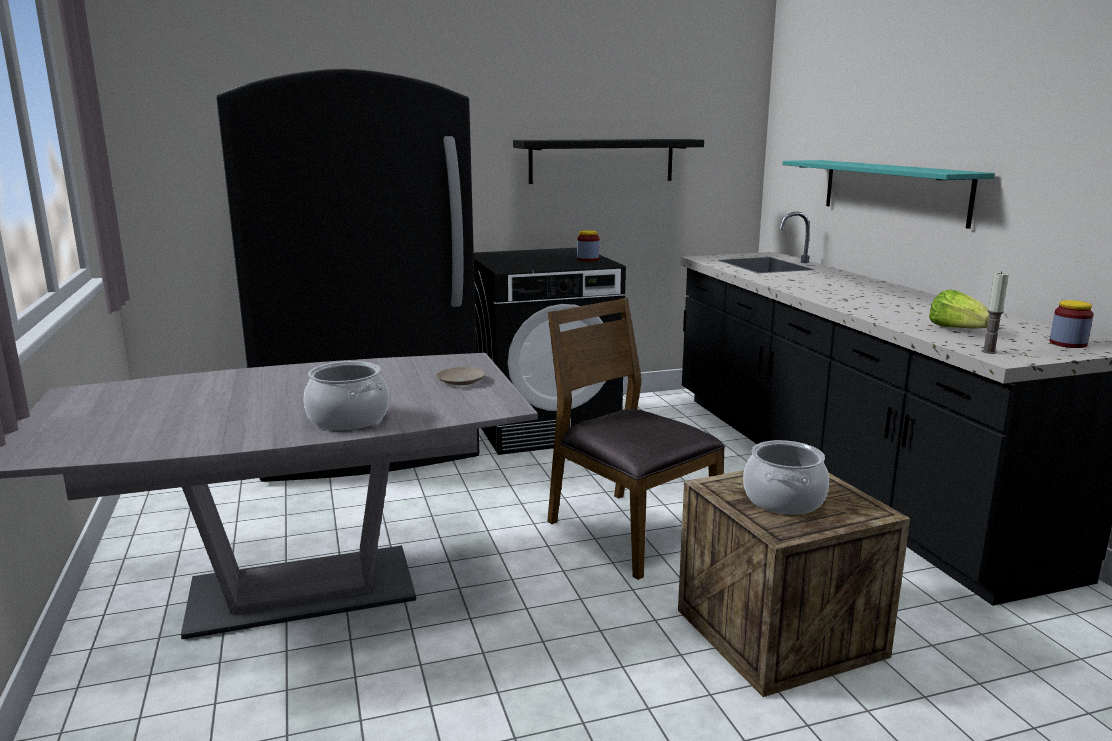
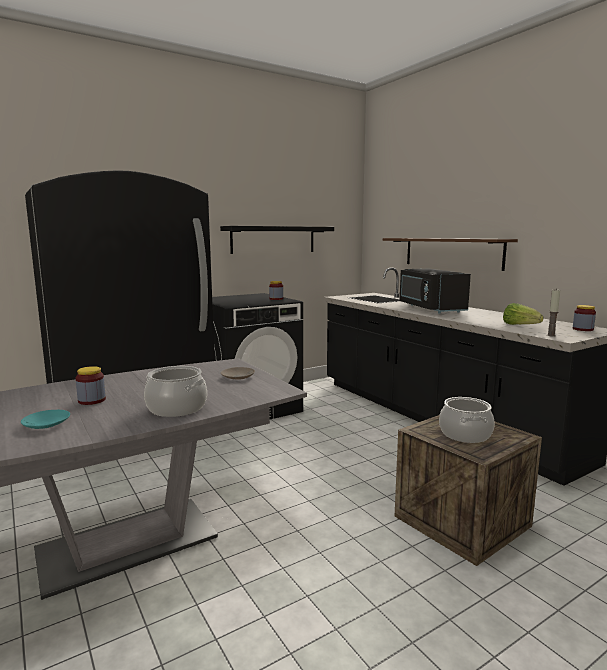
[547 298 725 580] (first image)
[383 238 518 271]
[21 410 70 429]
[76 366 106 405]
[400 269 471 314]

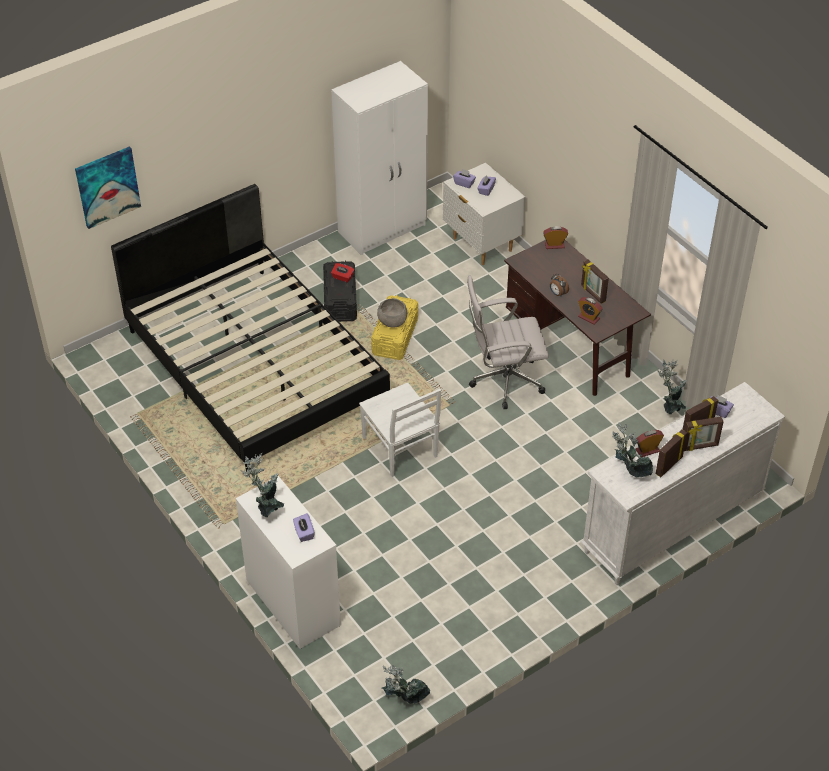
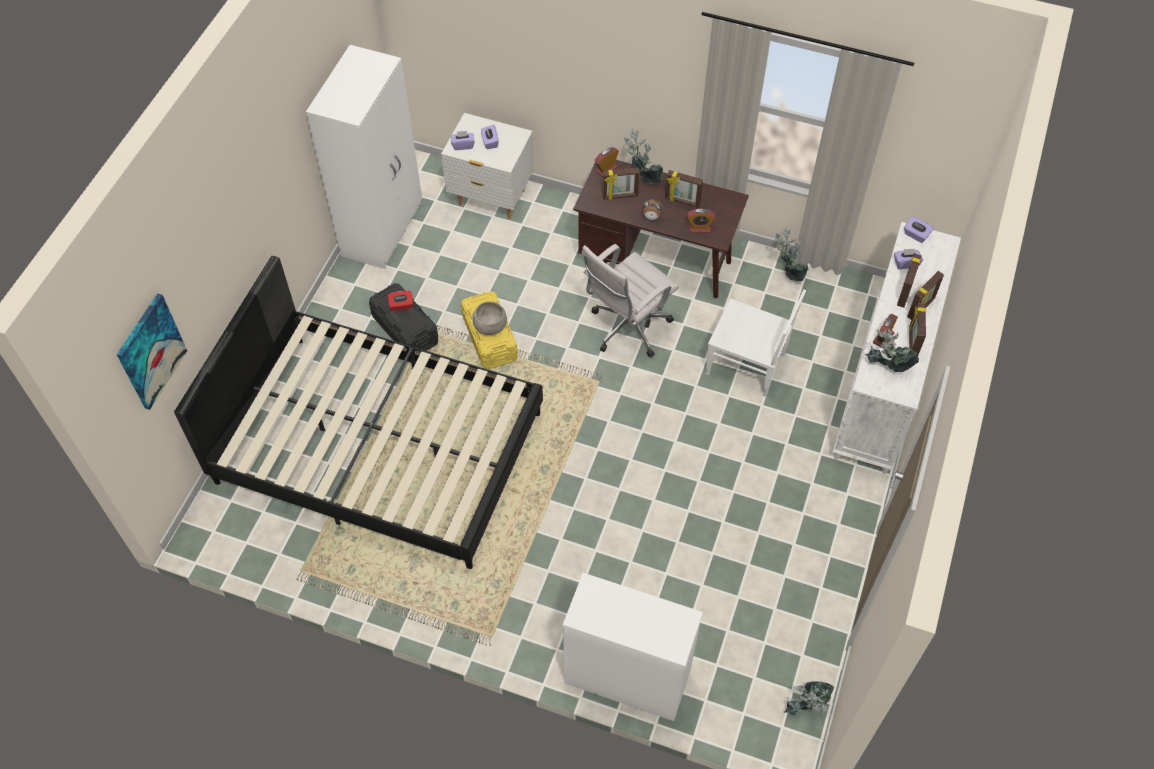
[624 128 663 184]
[904 216 934 243]
[706 290 806 397]
[602 168 639 200]

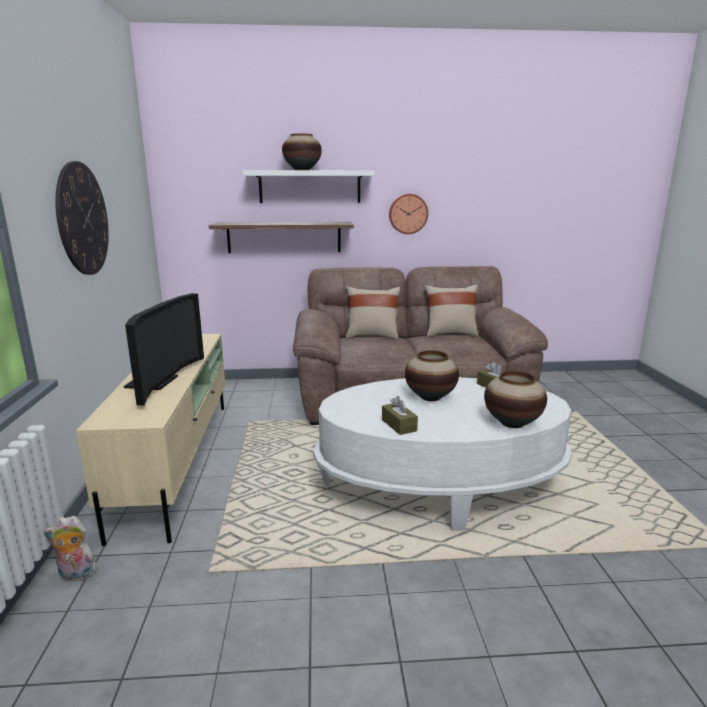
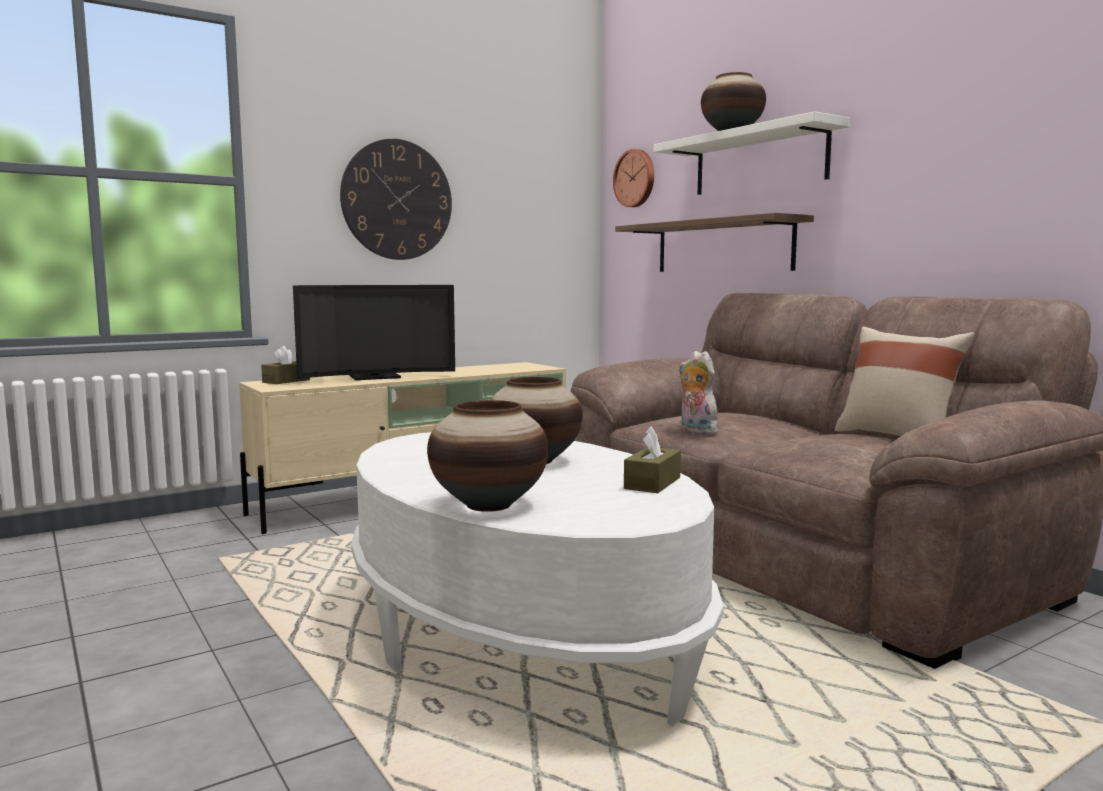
[679 351 718 434]
[346 286 400 339] (first image)
[261 346 310 384]
[613 149 654 207]

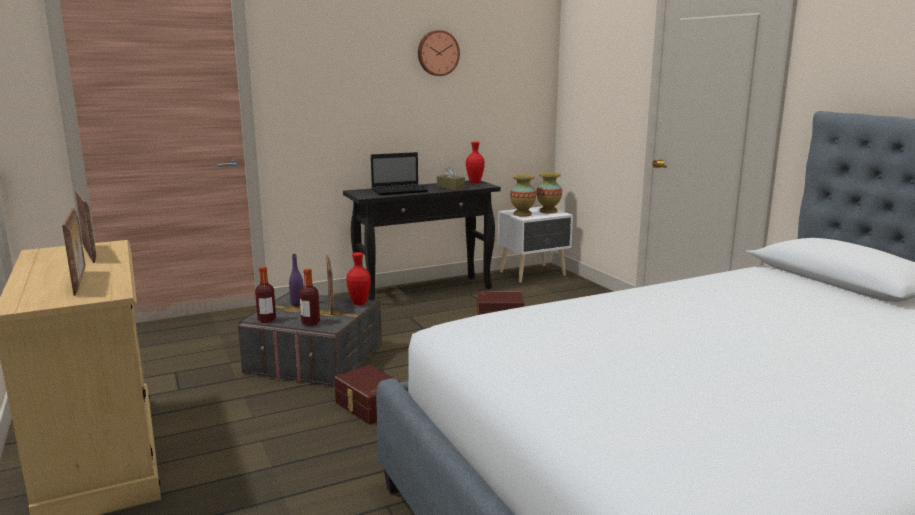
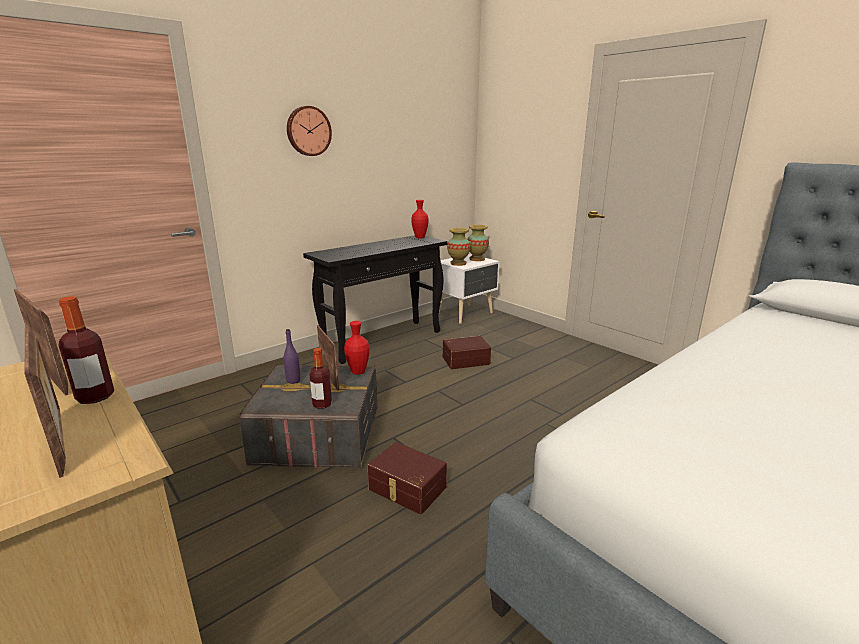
[58 296 115 404]
[371 152 428 195] (first image)
[287 106 332 156]
[437 166 465 190] (first image)

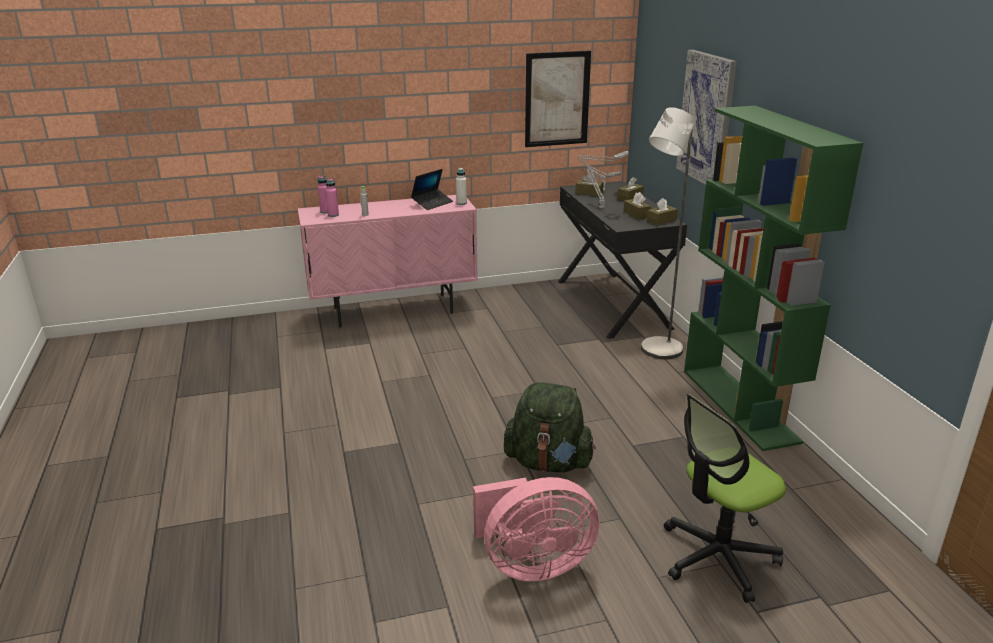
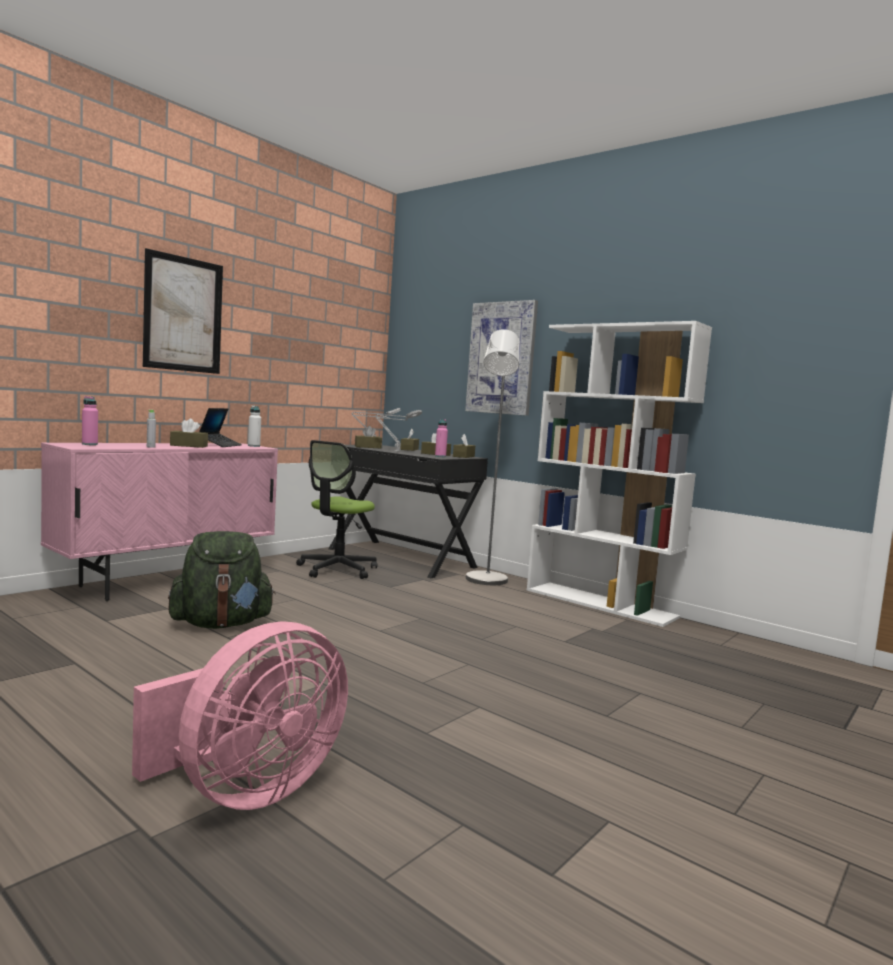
[435 419 448 457]
[132 621 348 810]
[168 531 276 629]
[143 248 223 374]
[296 440 377 579]
[527 321 712 627]
[170 419 208 448]

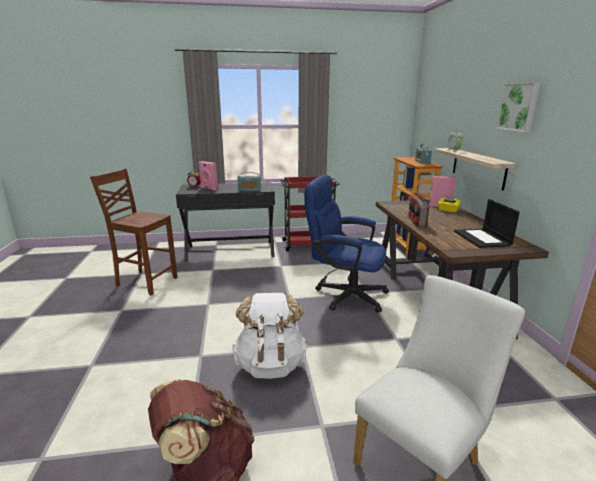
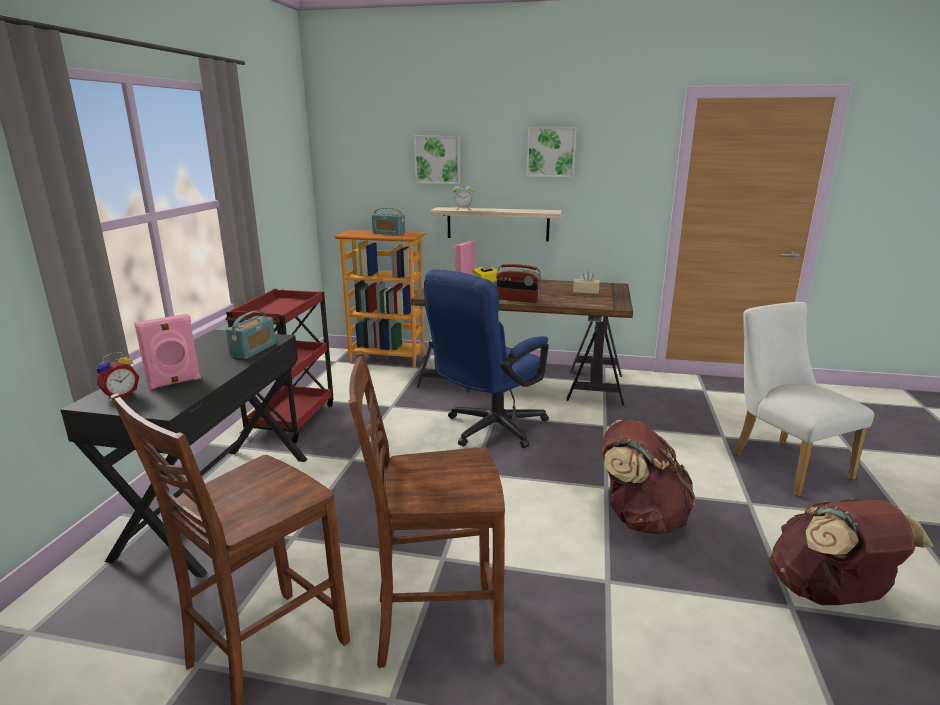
[602 420 695 534]
[573 271 600 294]
[348 352 505 668]
[414 136 460 184]

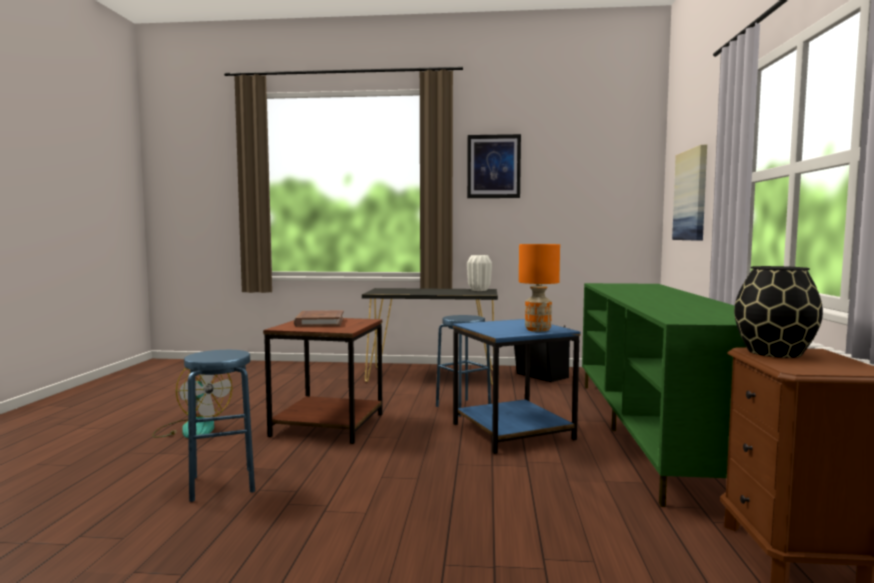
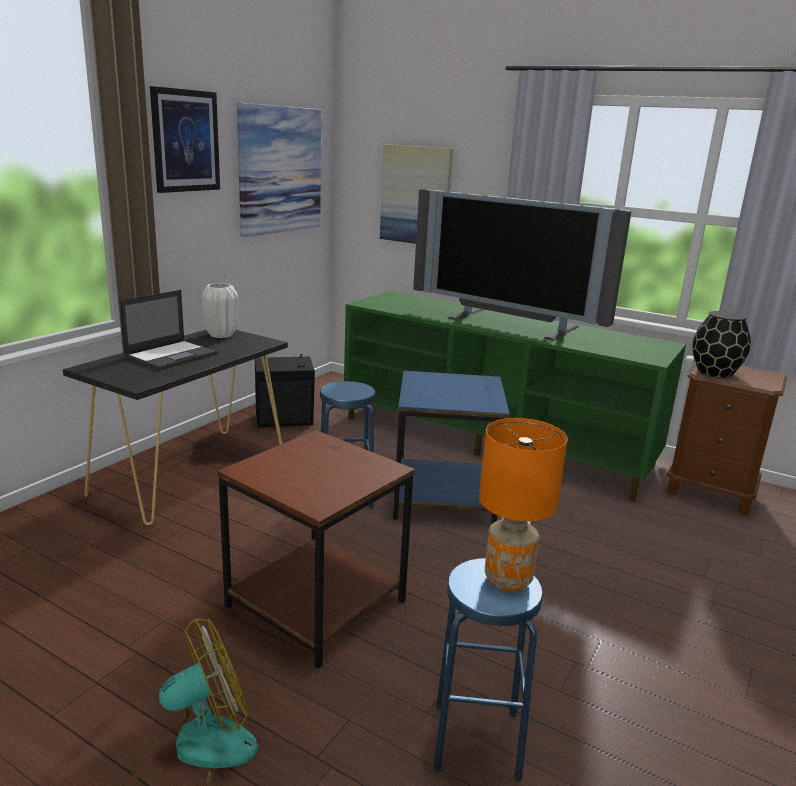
[294 310 344 327] (first image)
[479 418 568 592]
[119 290 218 370]
[237 102 321 237]
[413 189 631 341]

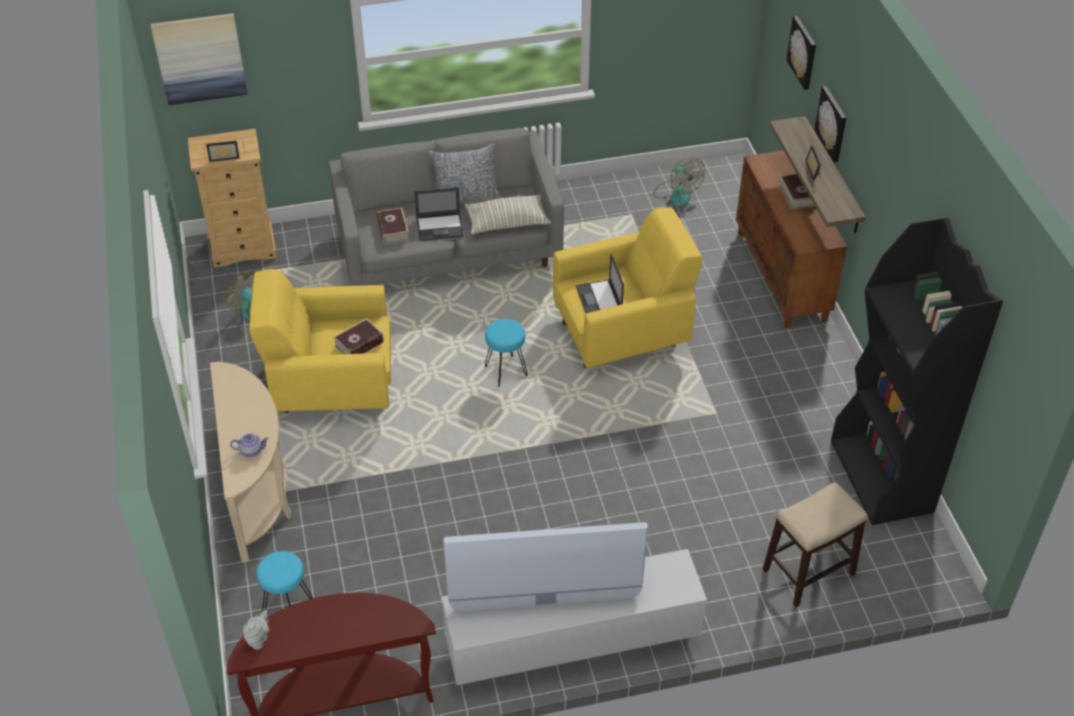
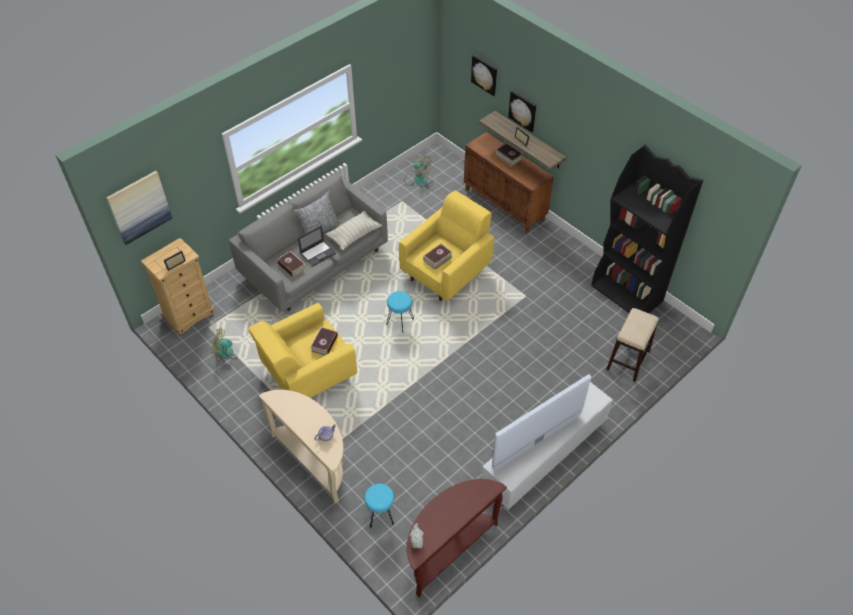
[423 244 453 270]

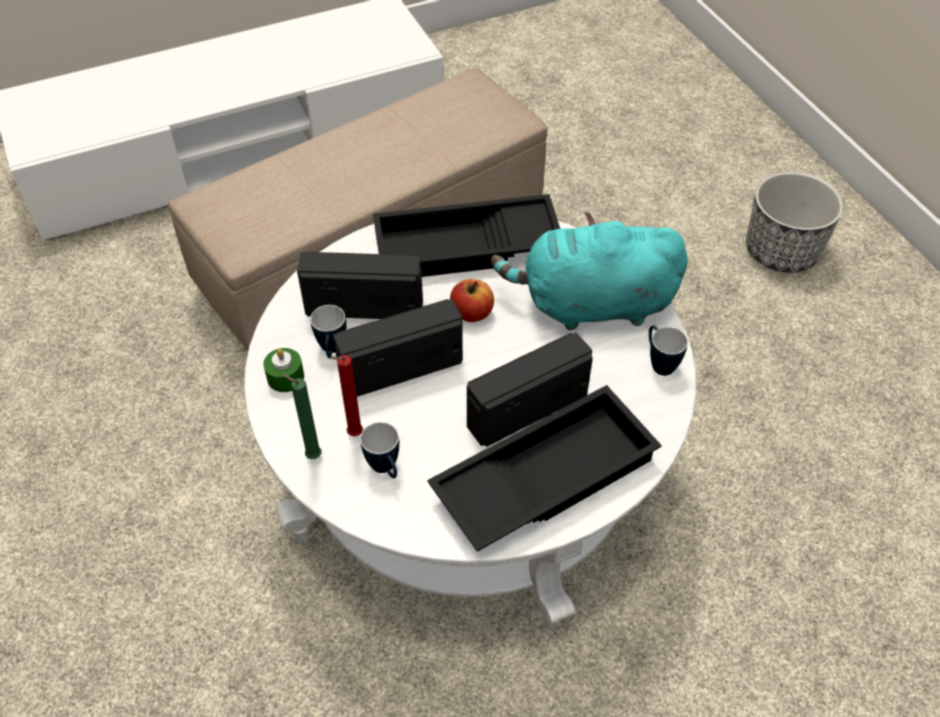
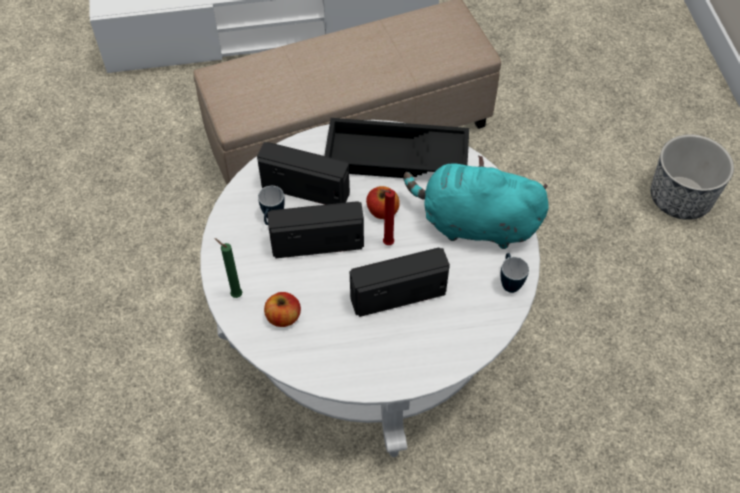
[263 348 304 392] (first image)
[381 189 395 245]
[264 292 301 327]
[427 385 662 552] (first image)

